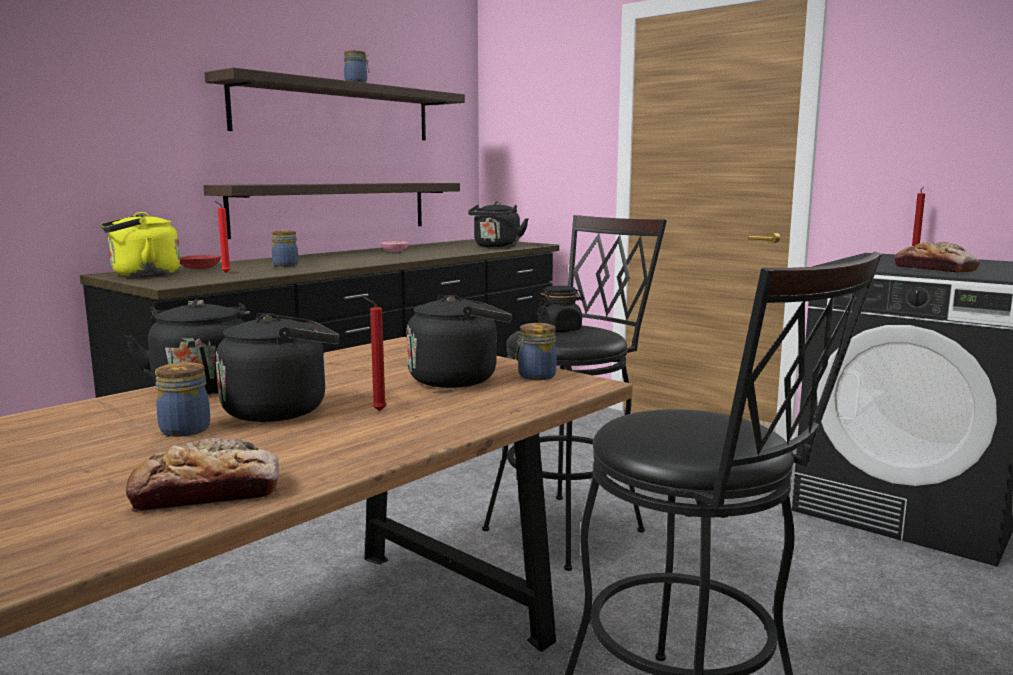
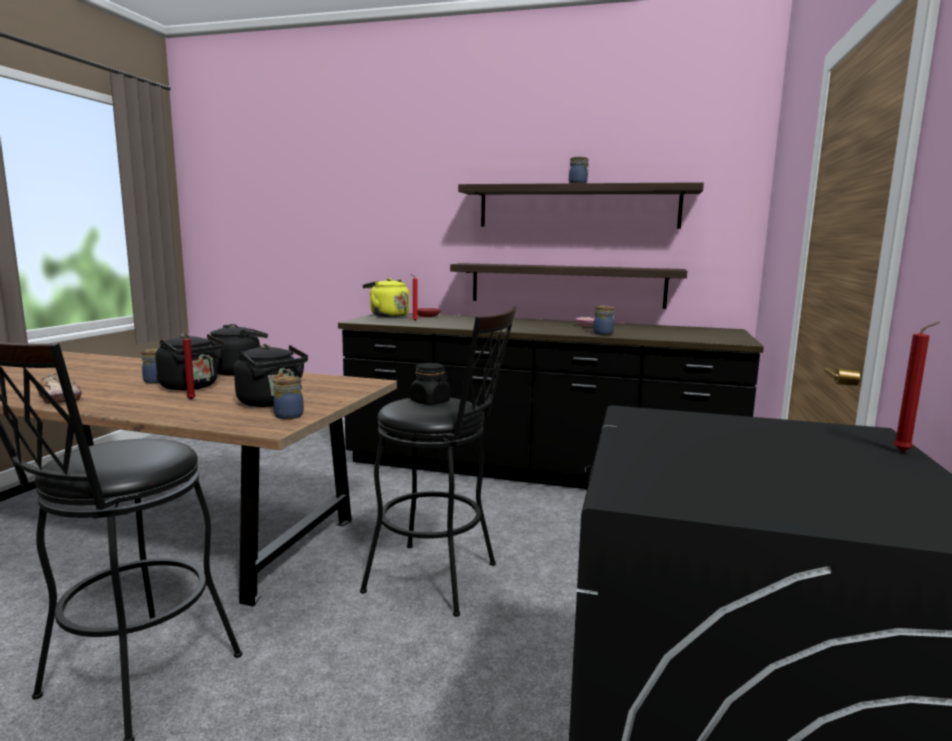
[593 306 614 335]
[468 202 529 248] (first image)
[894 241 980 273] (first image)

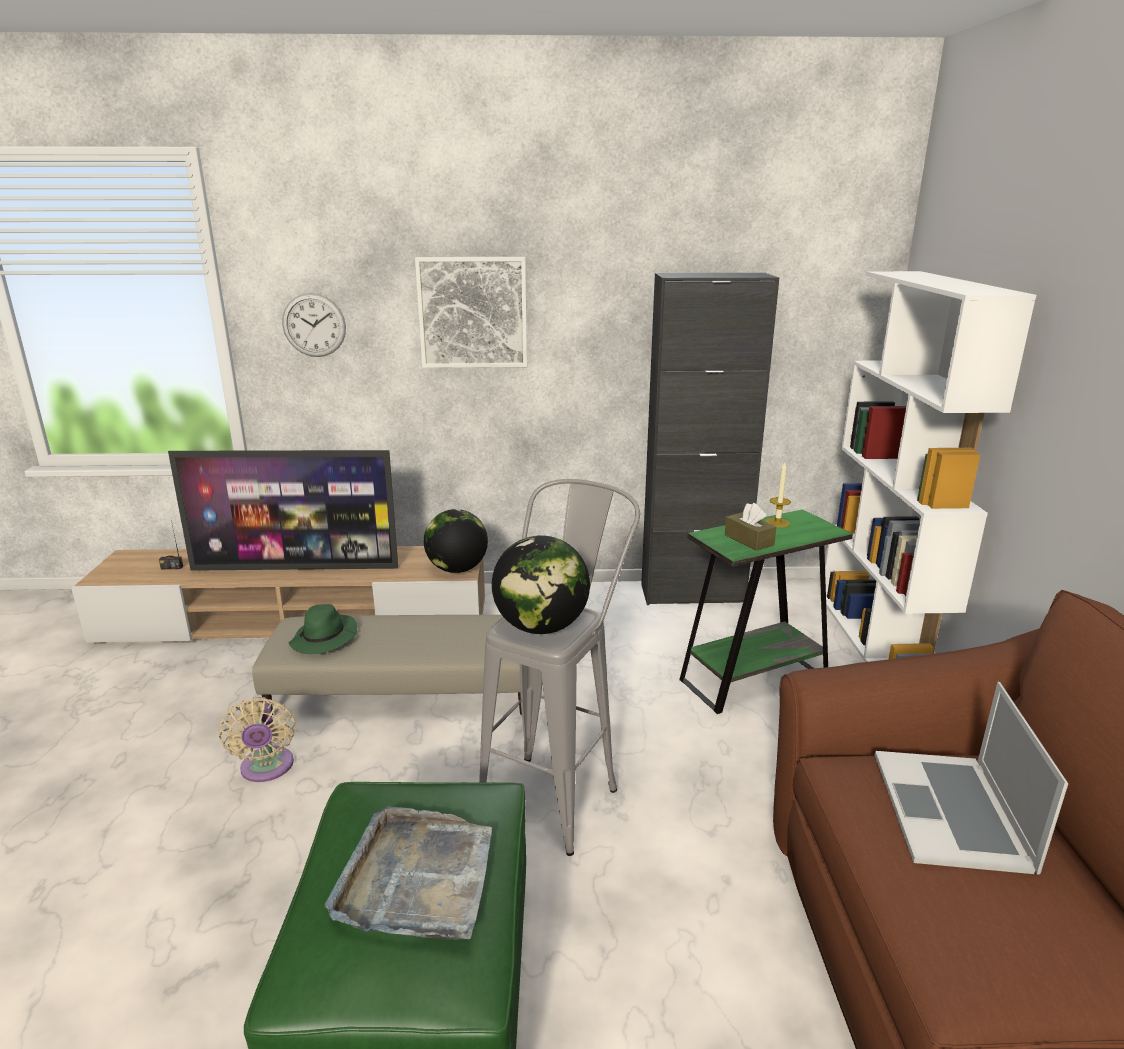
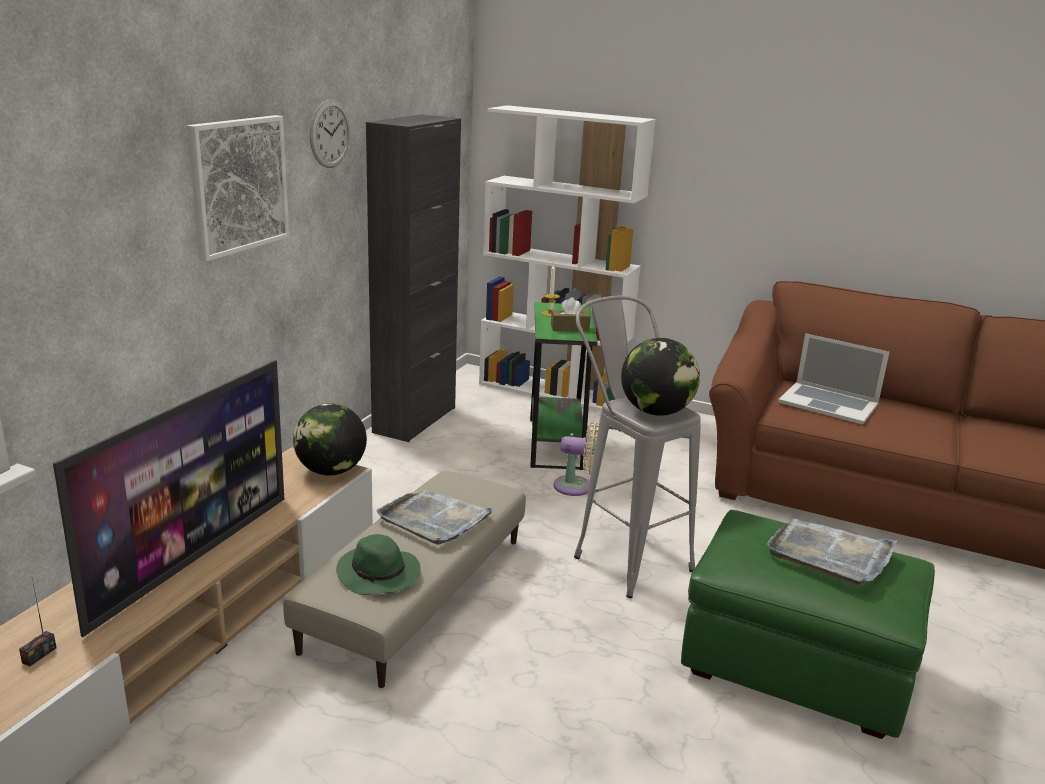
[553 422 599 496]
[310 100 350 168]
[377 490 497 545]

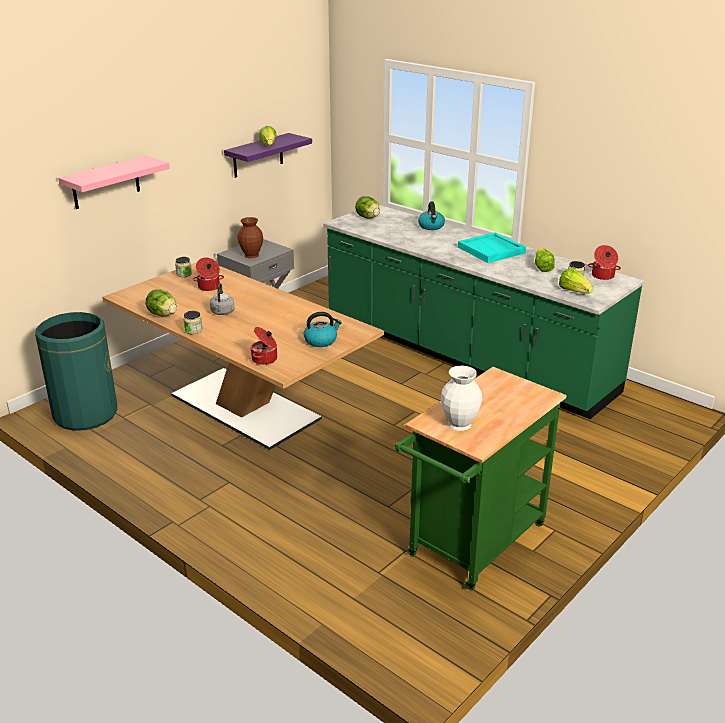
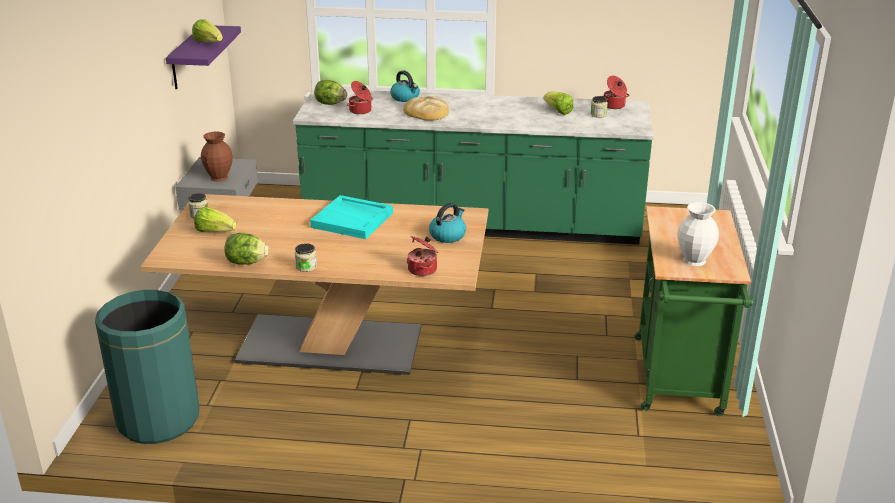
[58 156 170 209] (first image)
[347 81 373 114]
[210 283 235 315] (first image)
[310 195 393 239]
[194 206 237 232]
[403 96 449 120]

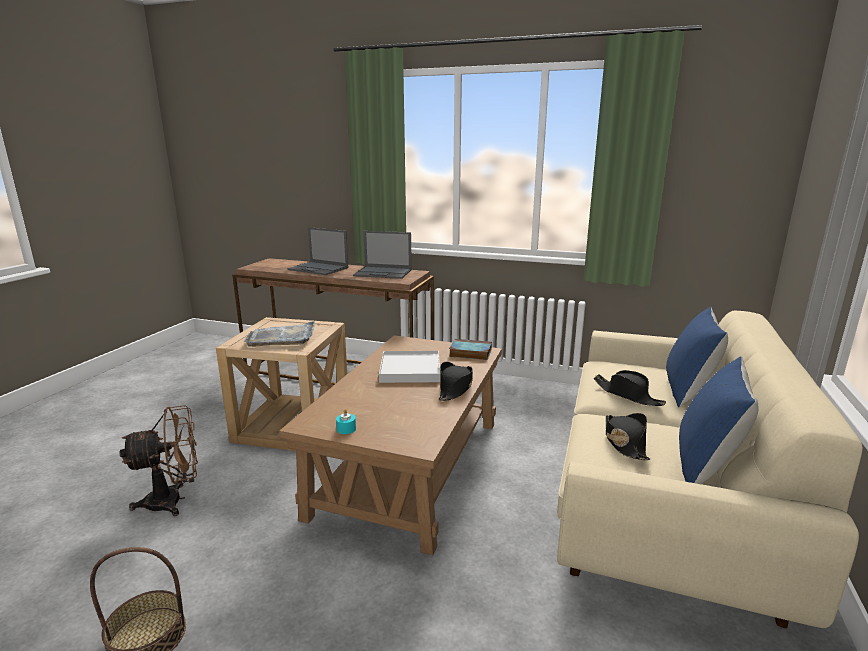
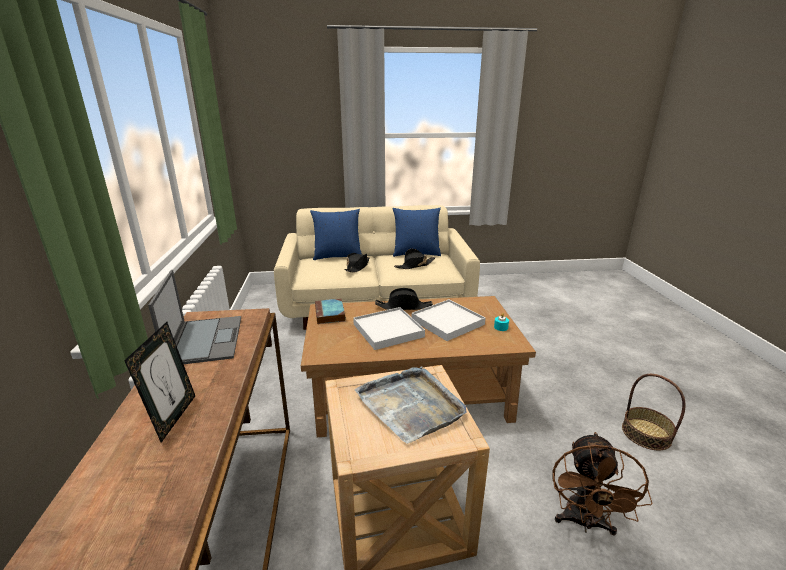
[552 432 653 535]
[124 322 195 443]
[412 299 485 341]

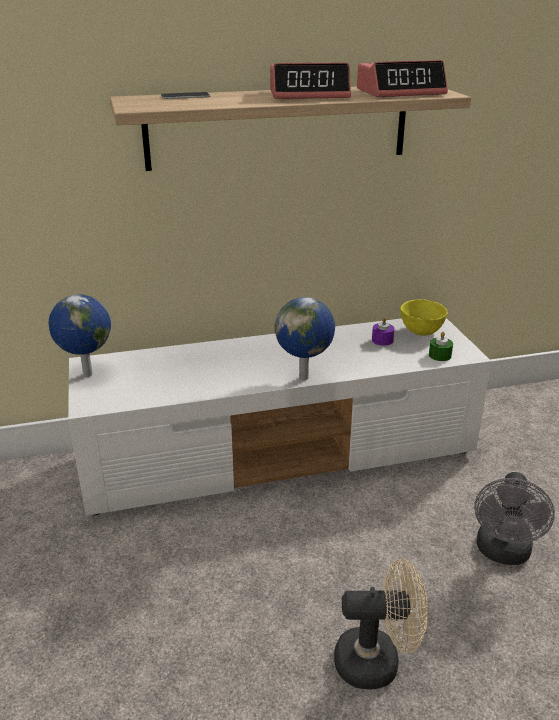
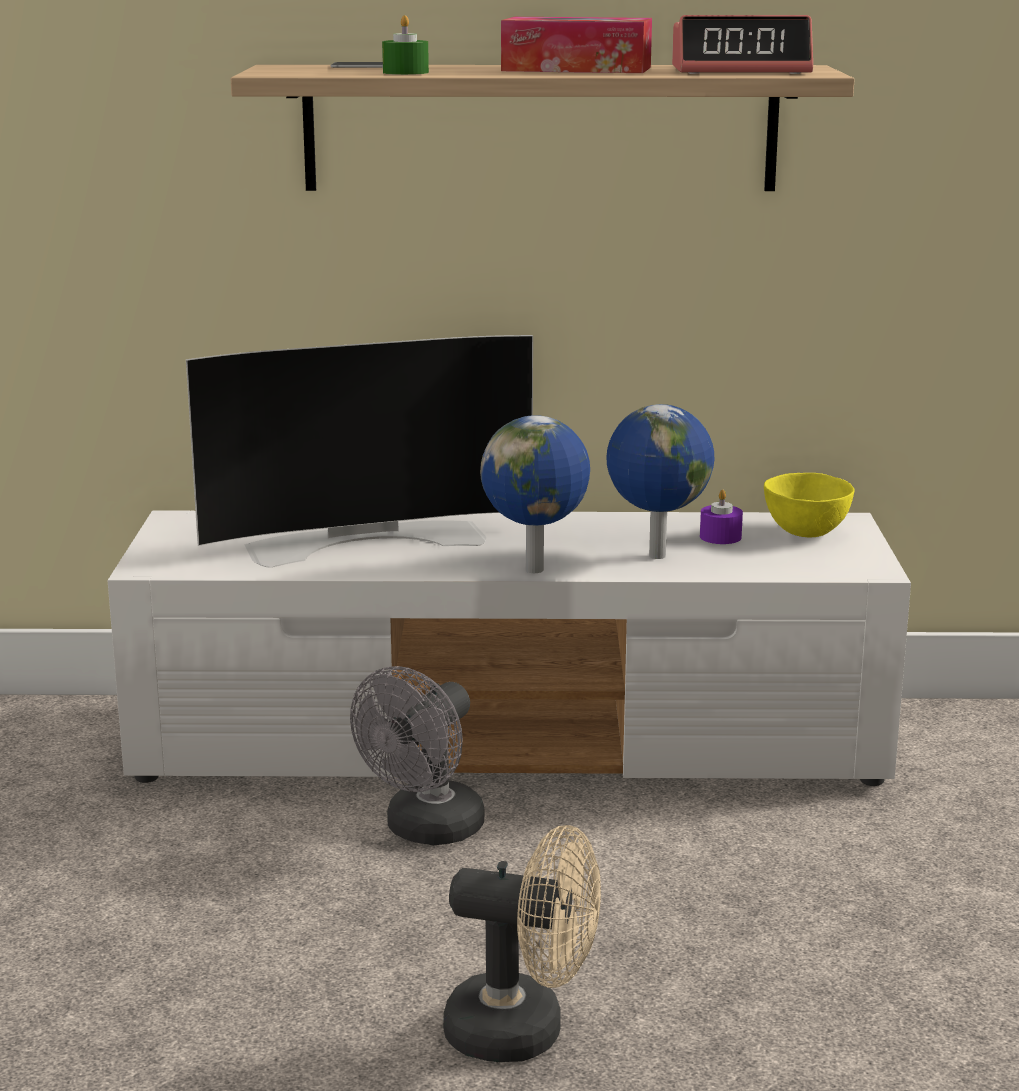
[606 404 714 559]
[501 17 652 73]
[382 15 429 75]
[350 666 485 845]
[186 335 533 568]

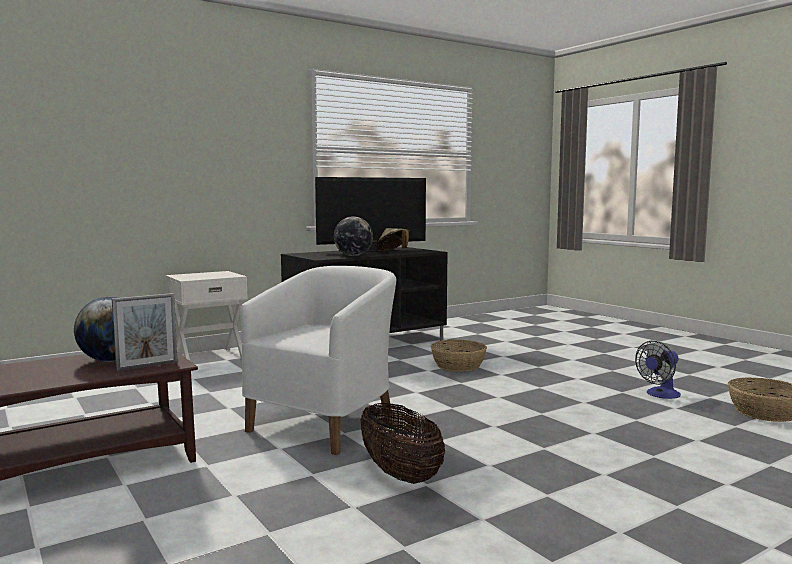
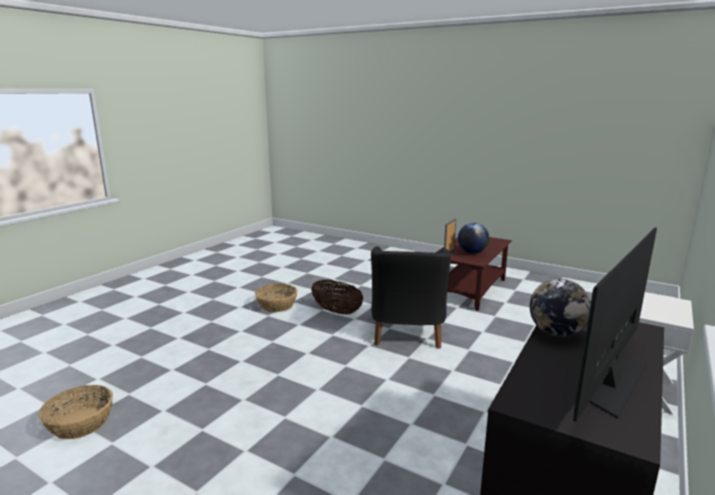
[371 246 451 349]
[374 228 410 253] (first image)
[255 284 298 312]
[635 341 681 399] (first image)

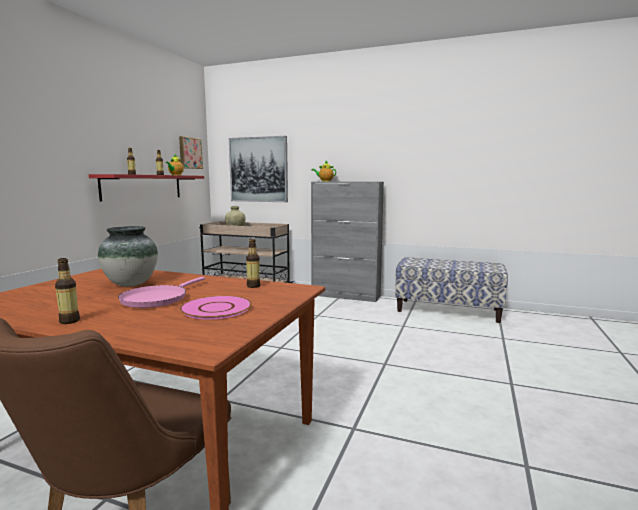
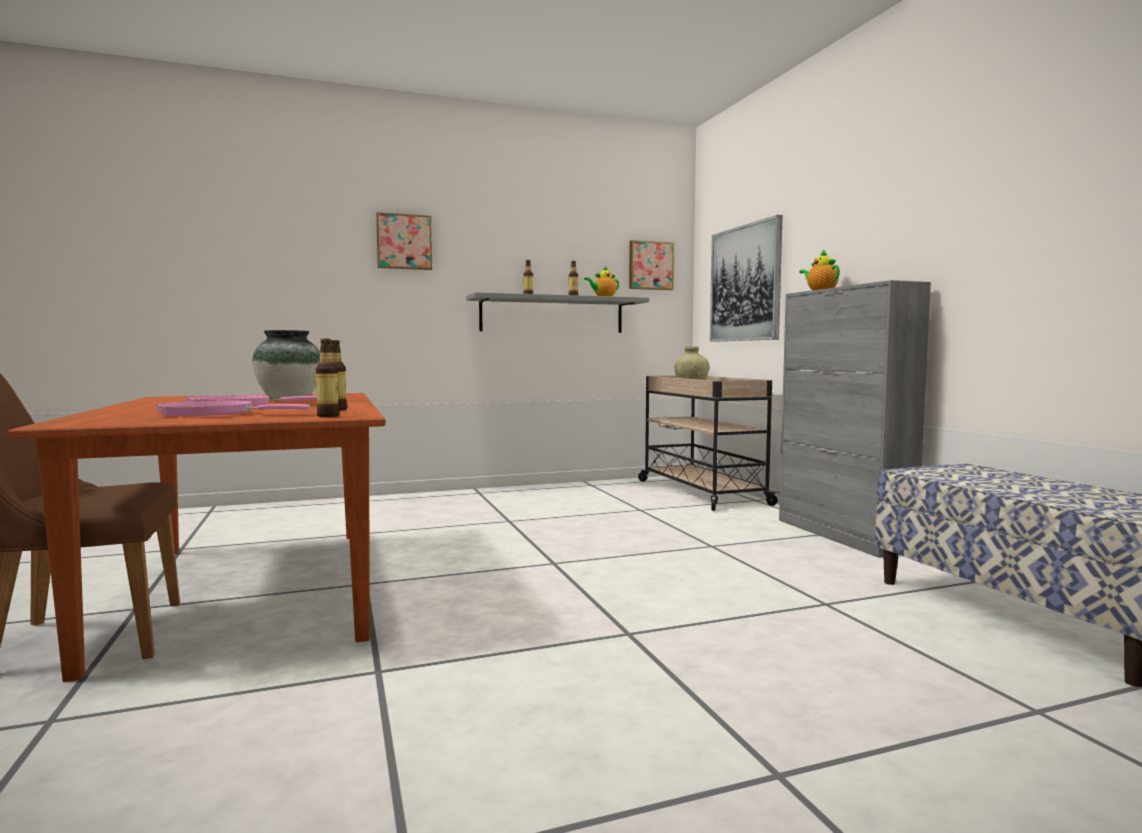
[316 339 340 417]
[466 292 649 333]
[155 401 310 416]
[376 212 432 270]

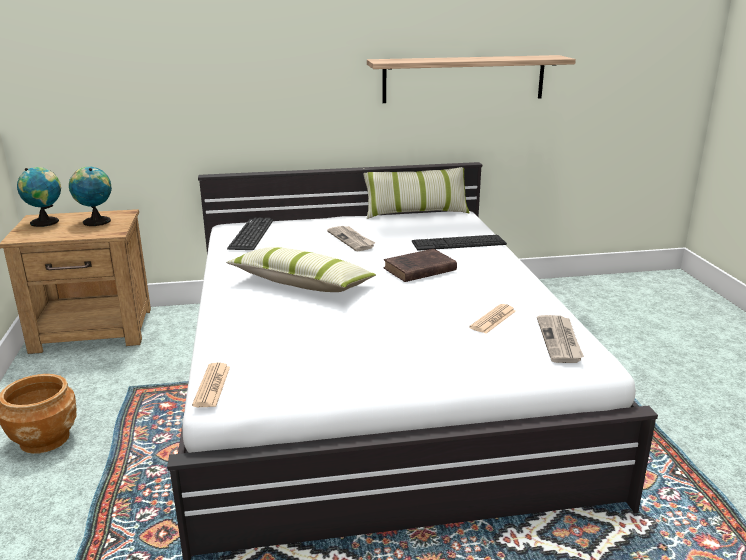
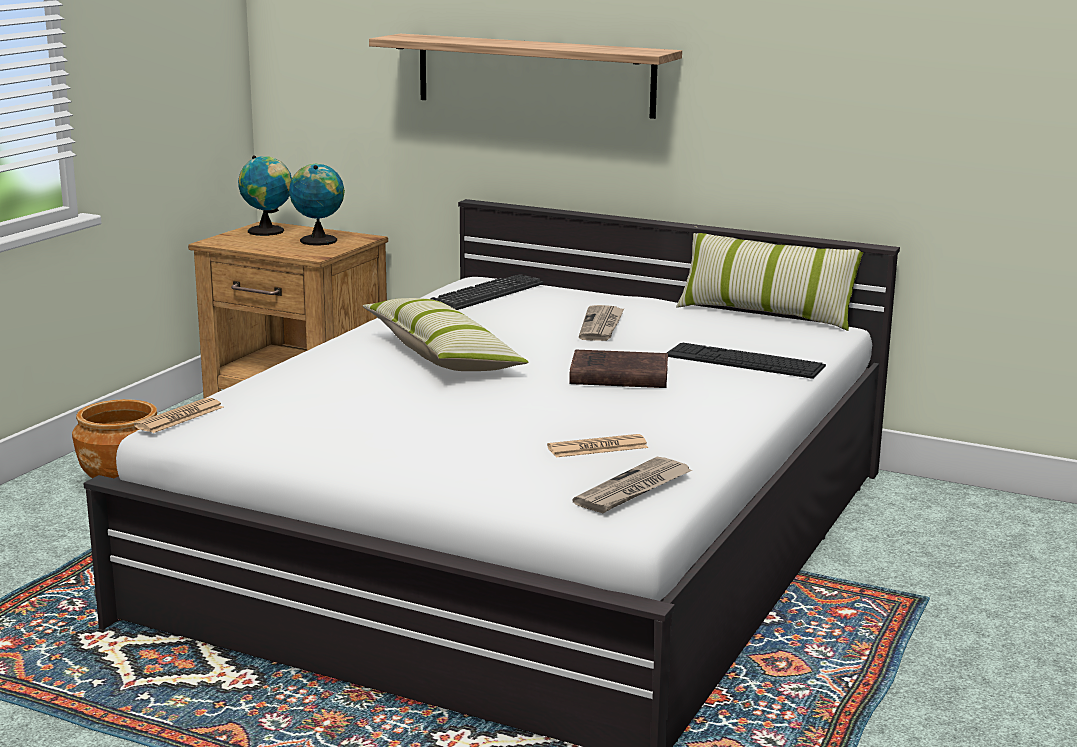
[369 34 682 119]

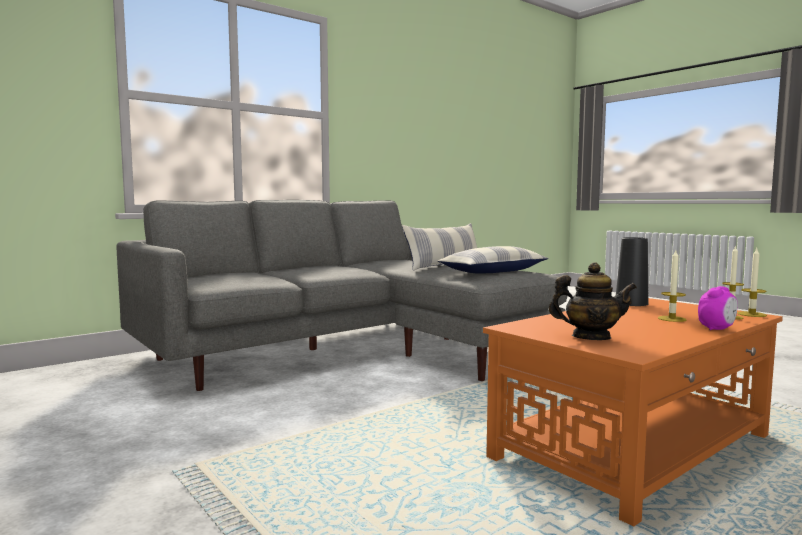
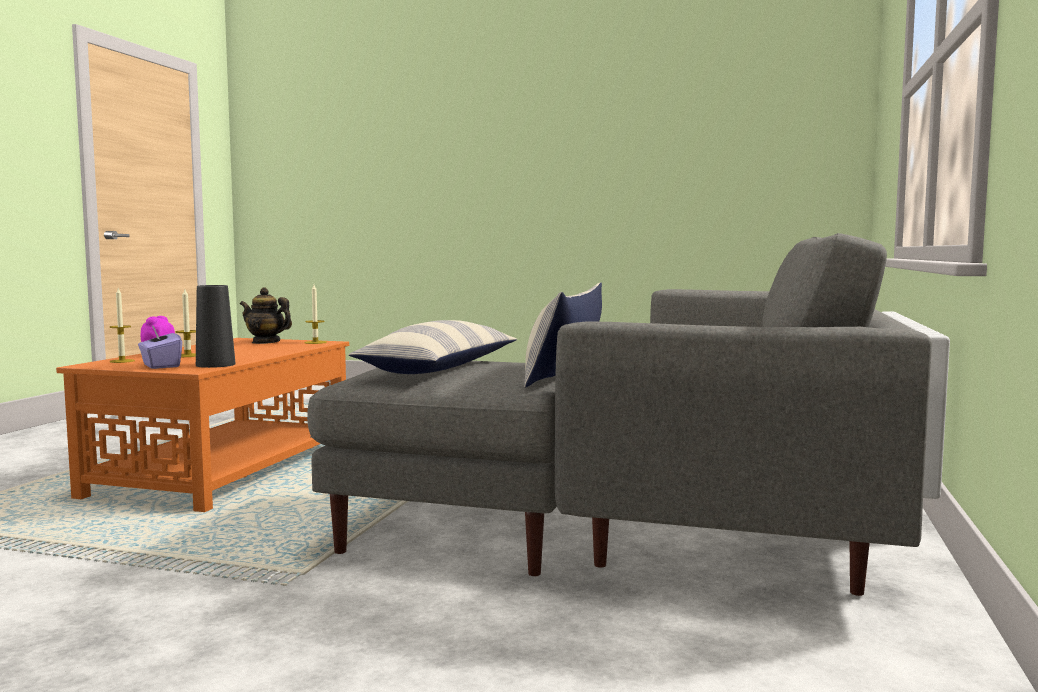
[240 287 292 344]
[304 285 327 344]
[138 325 182 369]

